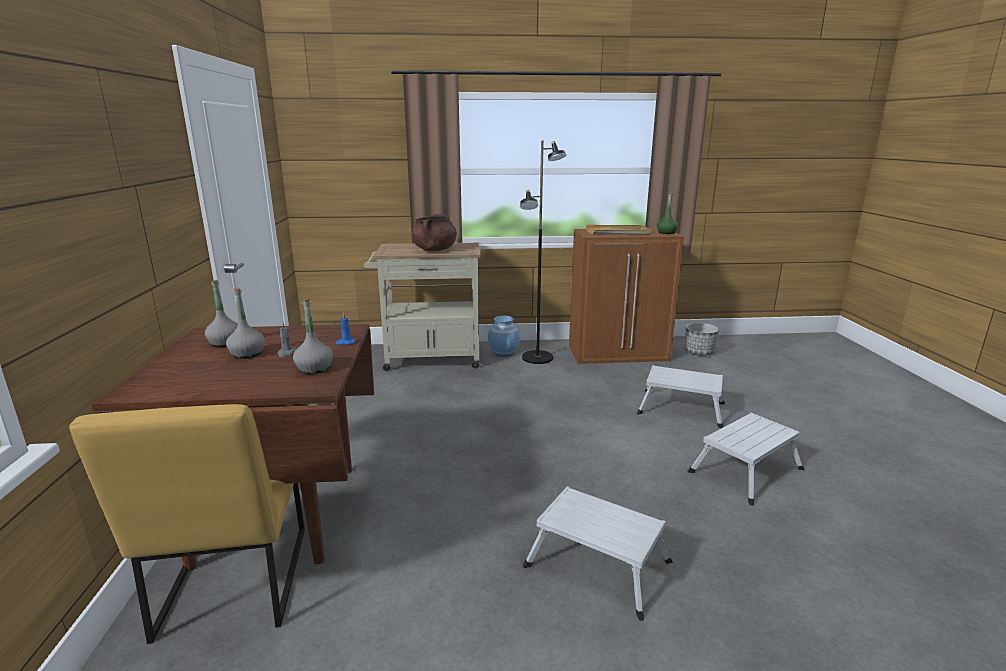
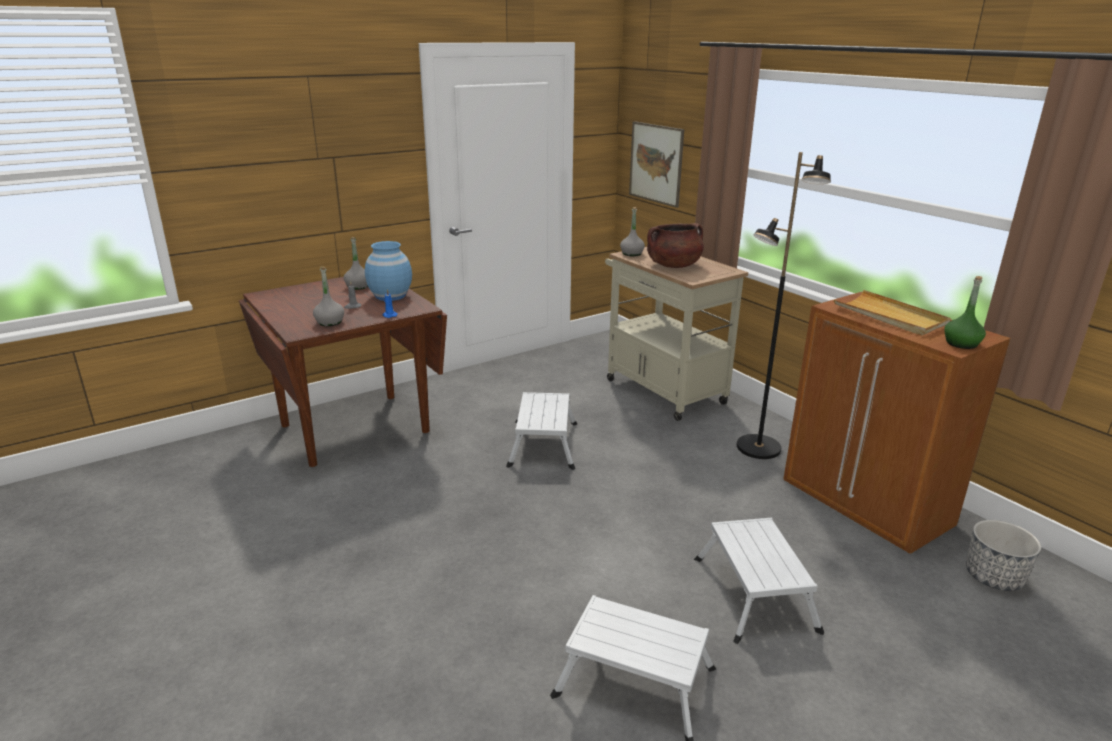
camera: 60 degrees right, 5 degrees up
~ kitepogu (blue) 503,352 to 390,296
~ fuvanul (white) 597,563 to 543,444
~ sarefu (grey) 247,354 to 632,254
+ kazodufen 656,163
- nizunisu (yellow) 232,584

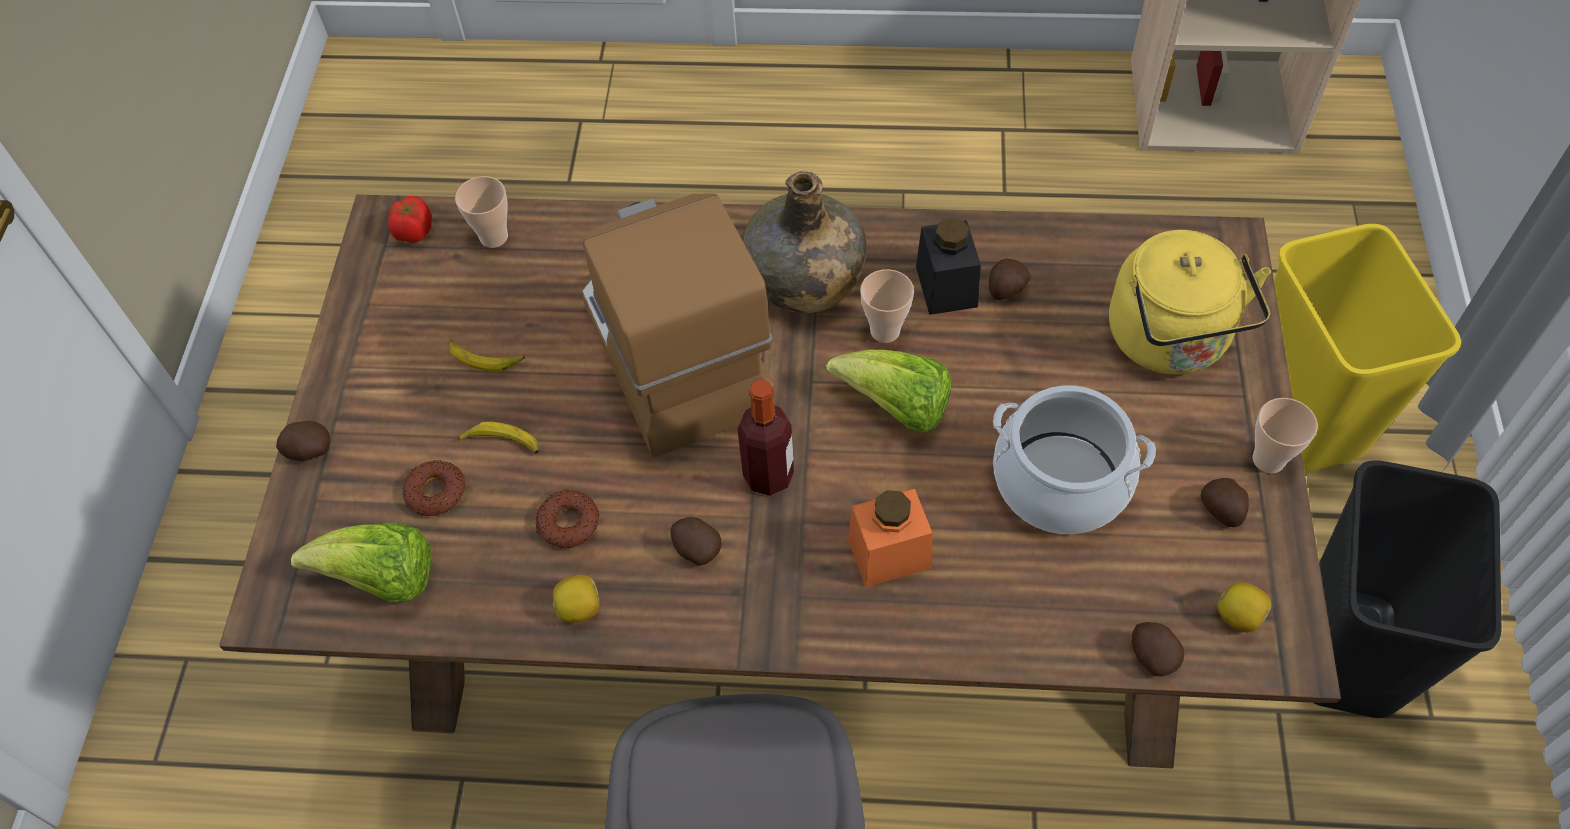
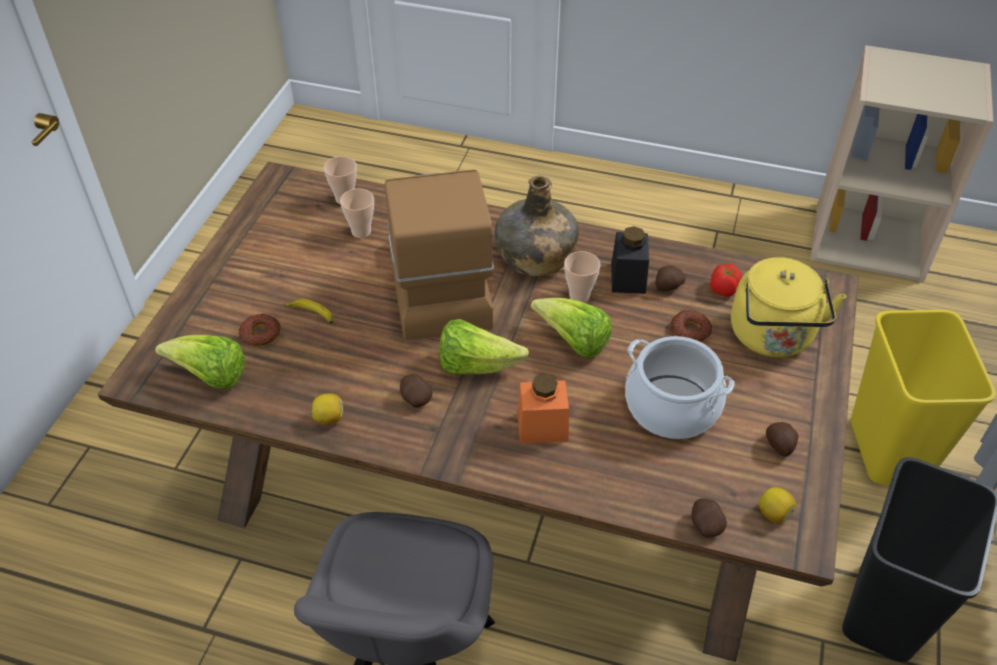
camera: 10 degrees right, 10 degrees down
~ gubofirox 1268,459 to 361,232
~ sarefu 768,476 to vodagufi 476,365
~ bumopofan 568,523 to 690,331
~ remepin 414,232 to 723,289
- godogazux 308,451
- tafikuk 485,358

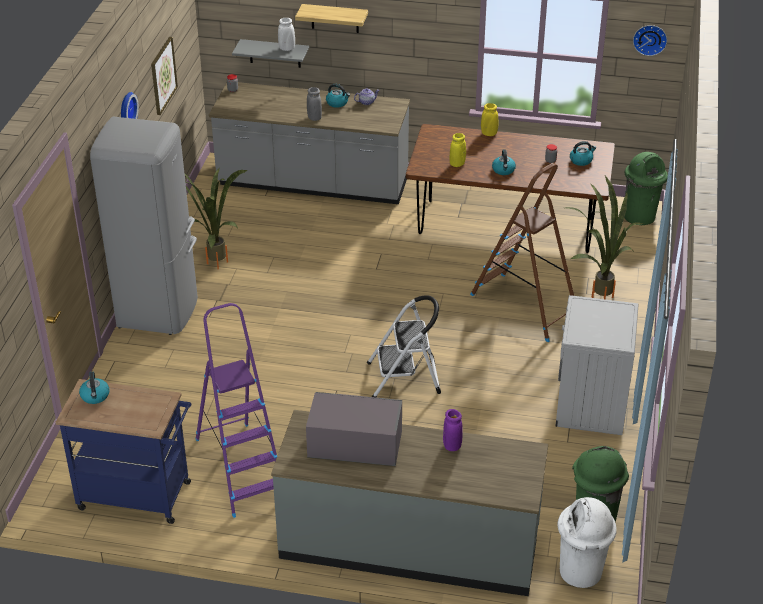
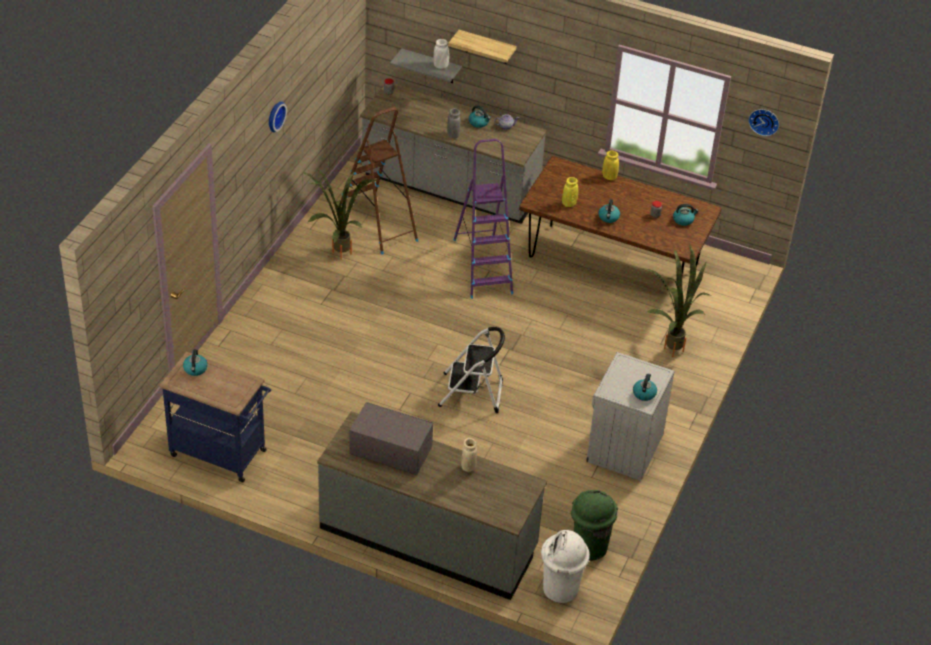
camera: 10 degrees right, 5 degrees up
~ fuvanul (brown) 523,307 to 377,222
~ fuvanul (purple) 240,469 to 483,266
~ kitepogu (purple) 452,445 to kitepogu (beige) 468,466
+ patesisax 644,393
- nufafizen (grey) 160,311
- kazodufen 163,75
- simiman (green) 640,216

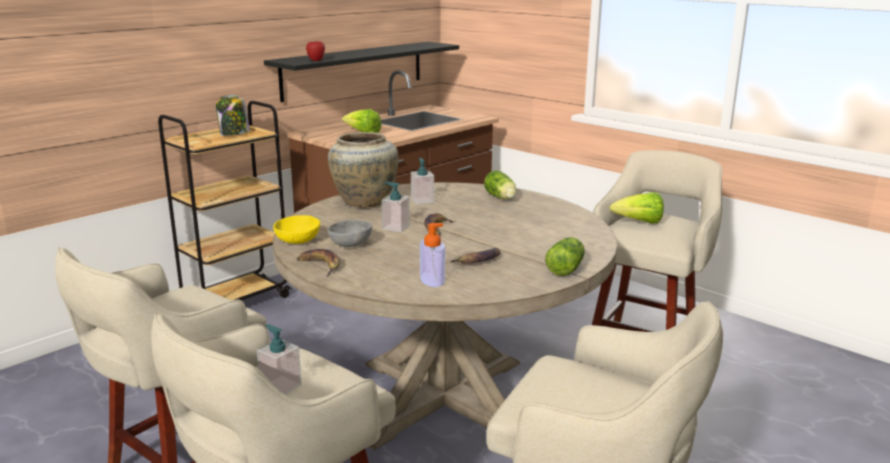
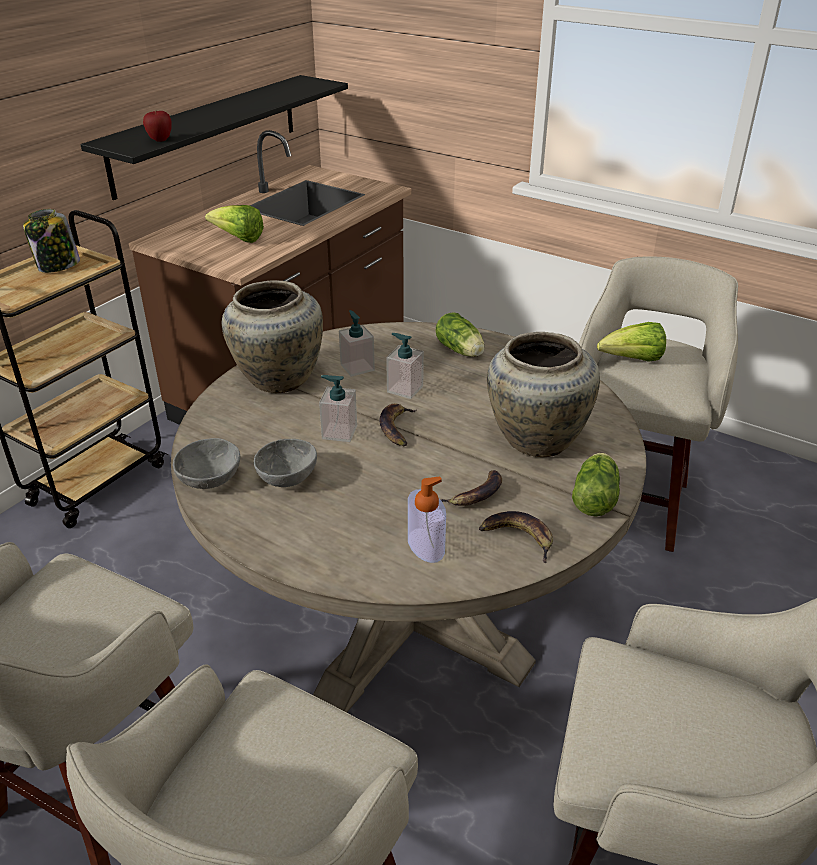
camera: 10 degrees left, 15 degrees up
~ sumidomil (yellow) 298,241 to sumidomil (grey) 210,480
~ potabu 280,386 to 404,389
~ tafikuk 321,265 to 518,537
+ kitepogu (beige) 535,437

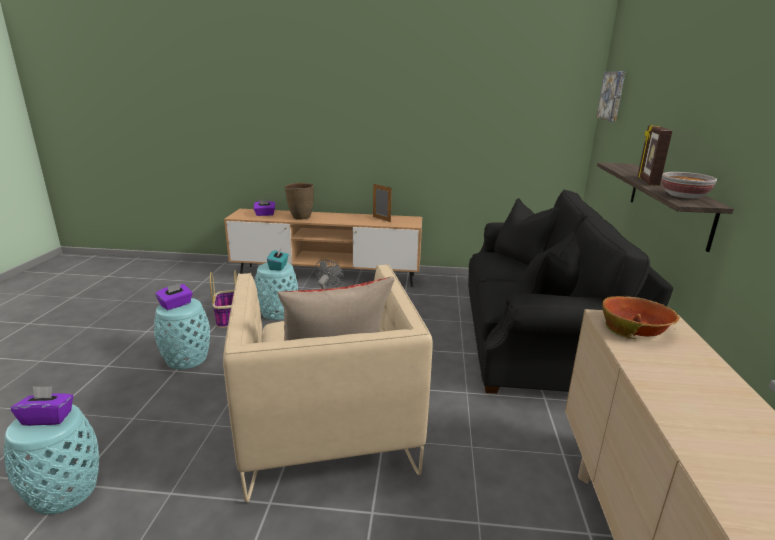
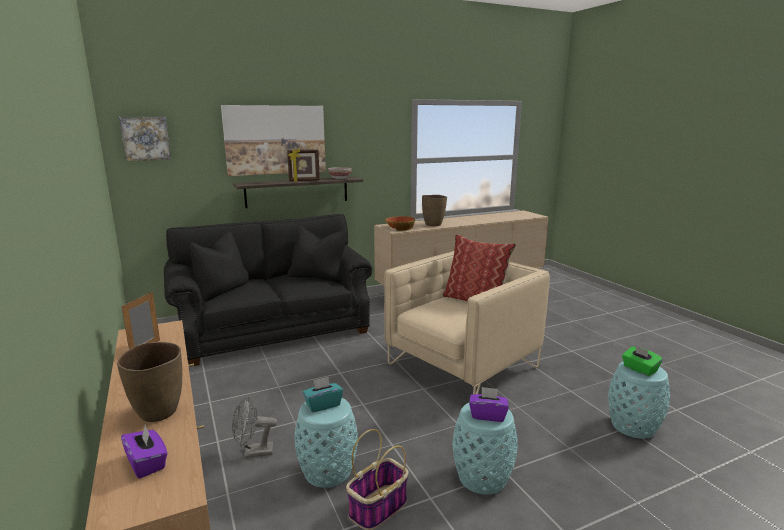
camera: 120 degrees left, 5 degrees down
+ kazodufen 275,140
+ kitepogu (brown) 433,224
~ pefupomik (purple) 48,418 to pefupomik (green) 639,369

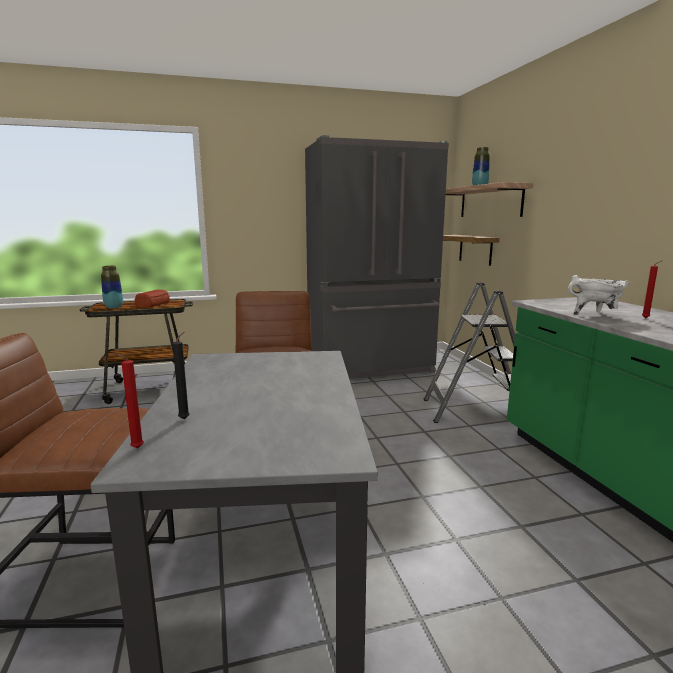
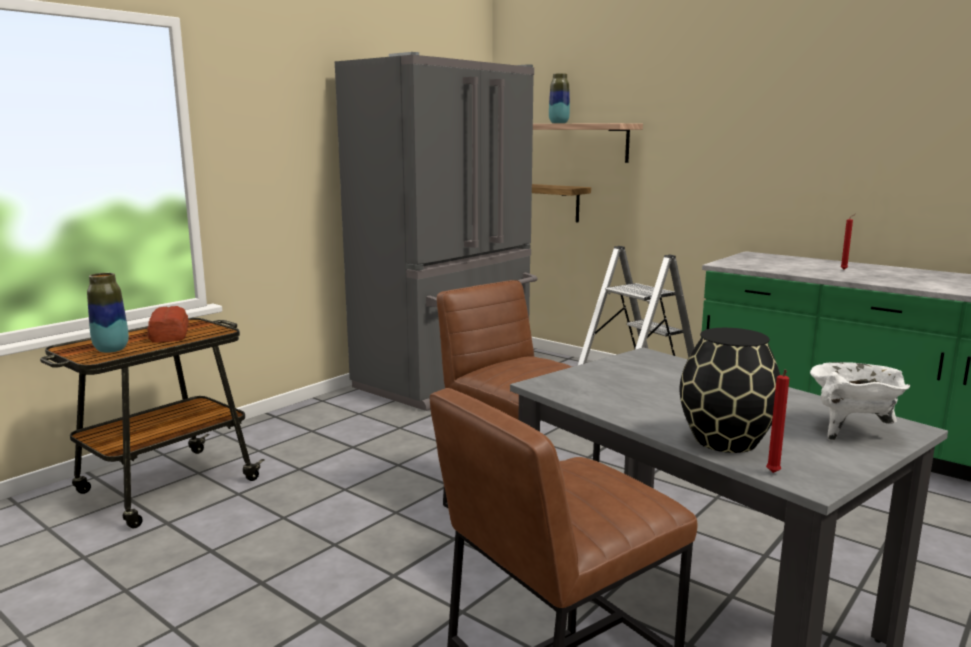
camera: 35 degrees left, 0 degrees up
~ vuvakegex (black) 185,418 to kitepogu (black) 726,440
~ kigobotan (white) 595,315 to 851,431

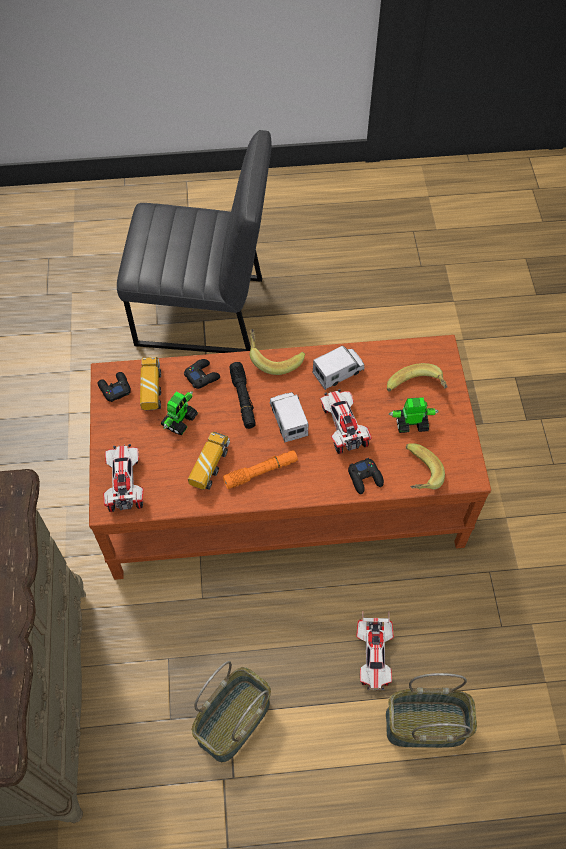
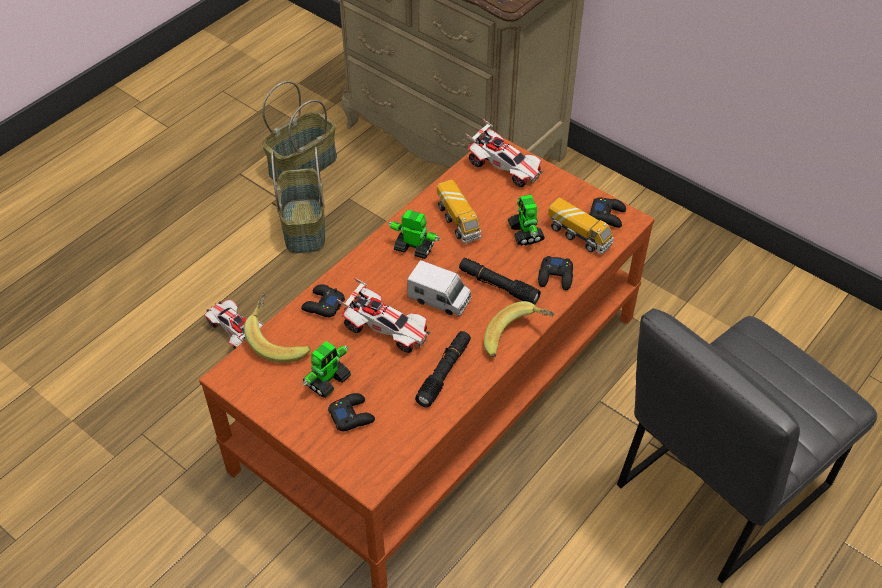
camera: 135 degrees right, 10 degrees down
~ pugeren 425,726 to 303,165
~ tafikuk 417,390 to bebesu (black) 352,415
~ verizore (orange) 261,472 to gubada 414,247
~ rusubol 338,372 to verizore (black) 444,373

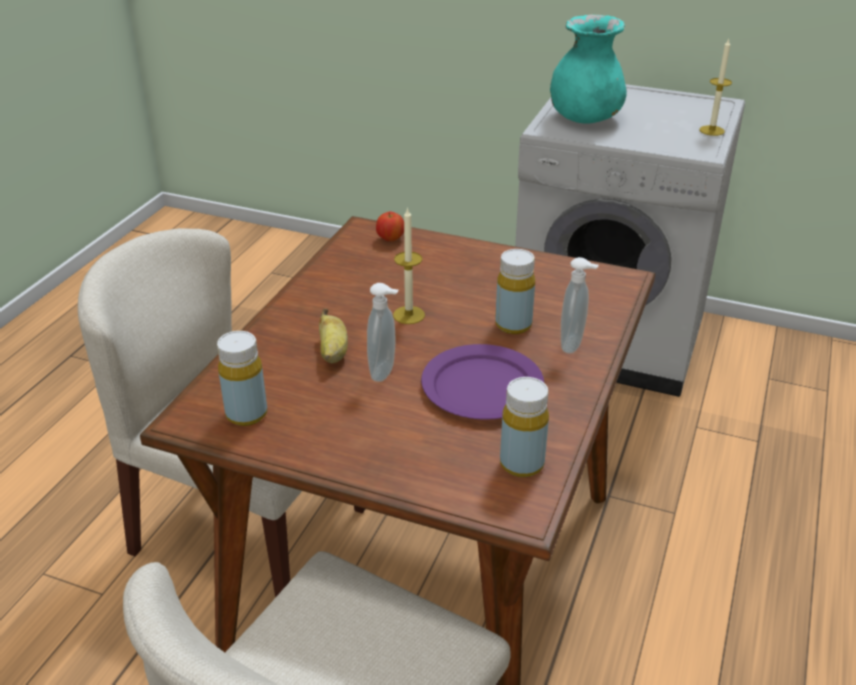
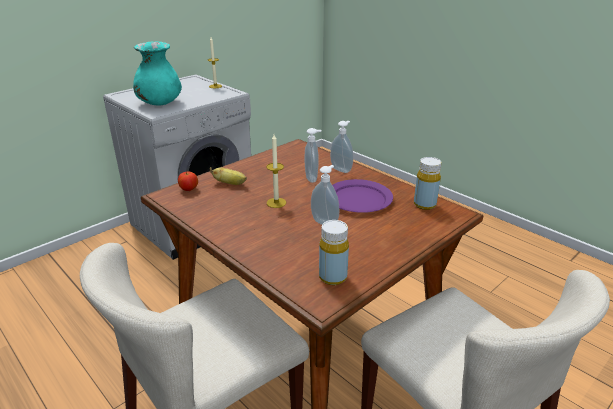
camera: 65 degrees left, 5 degrees down
~ tafikuk 333,353 to 230,184
~ sarefu (yellow) 513,325 to potabu 312,178

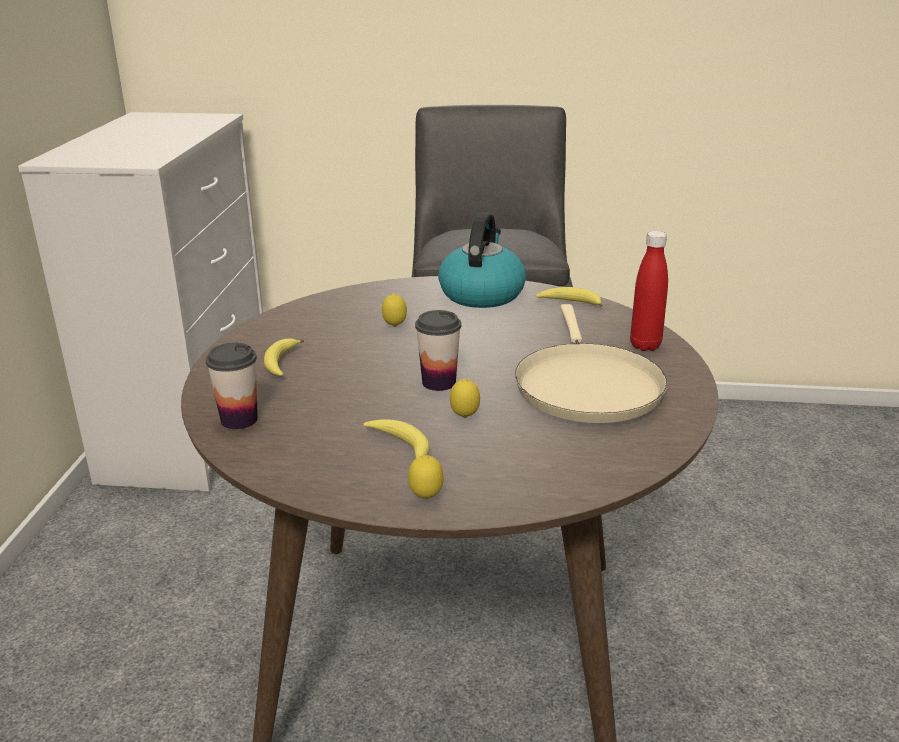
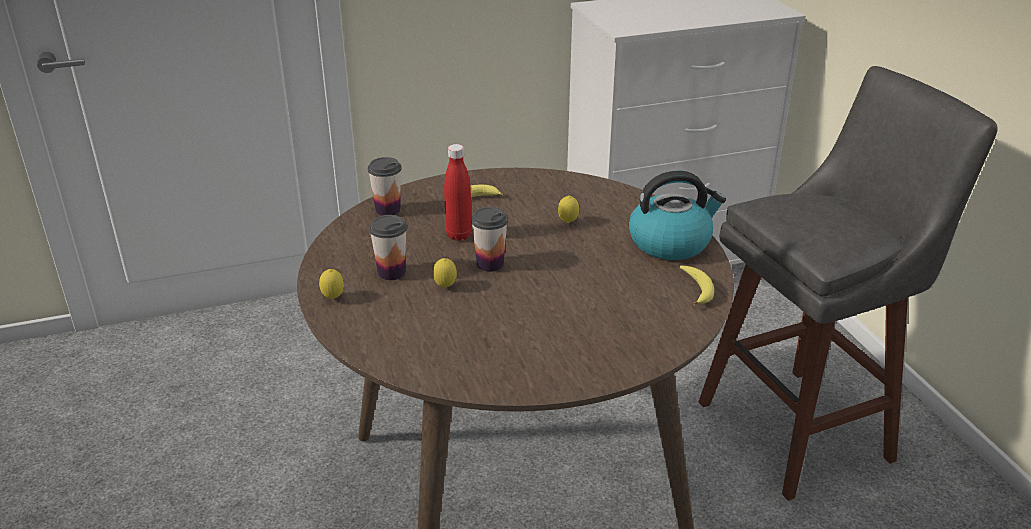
camera: 65 degrees right, 5 degrees up
~ tafikuk 400,445 to gubofirox 391,272
~ sarefu (red) 645,345 to 459,235
- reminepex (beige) 586,386

